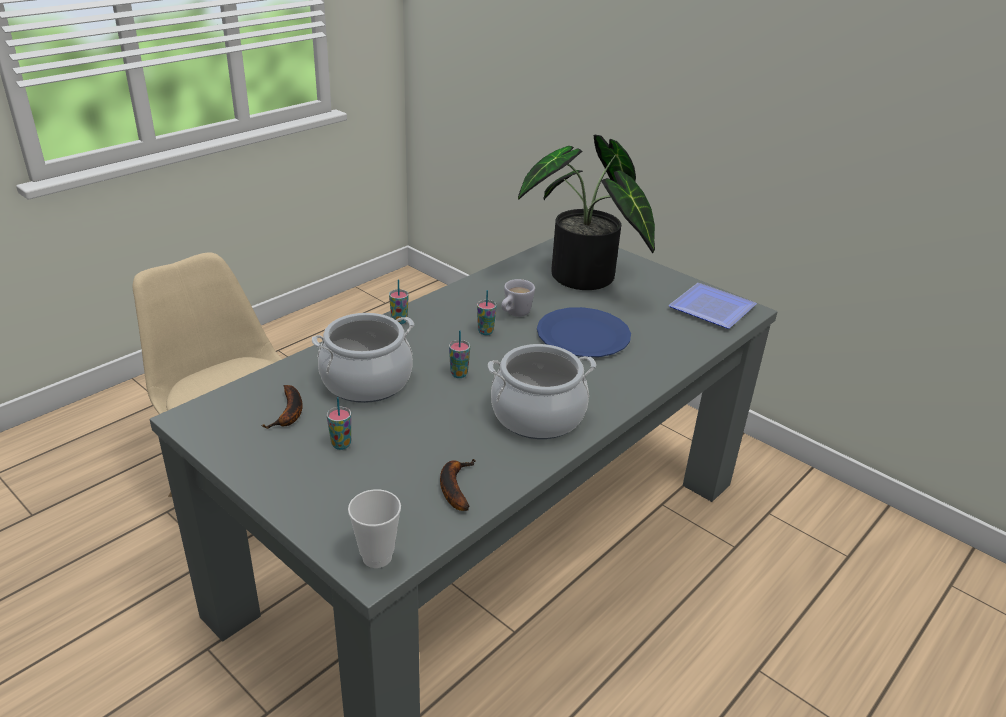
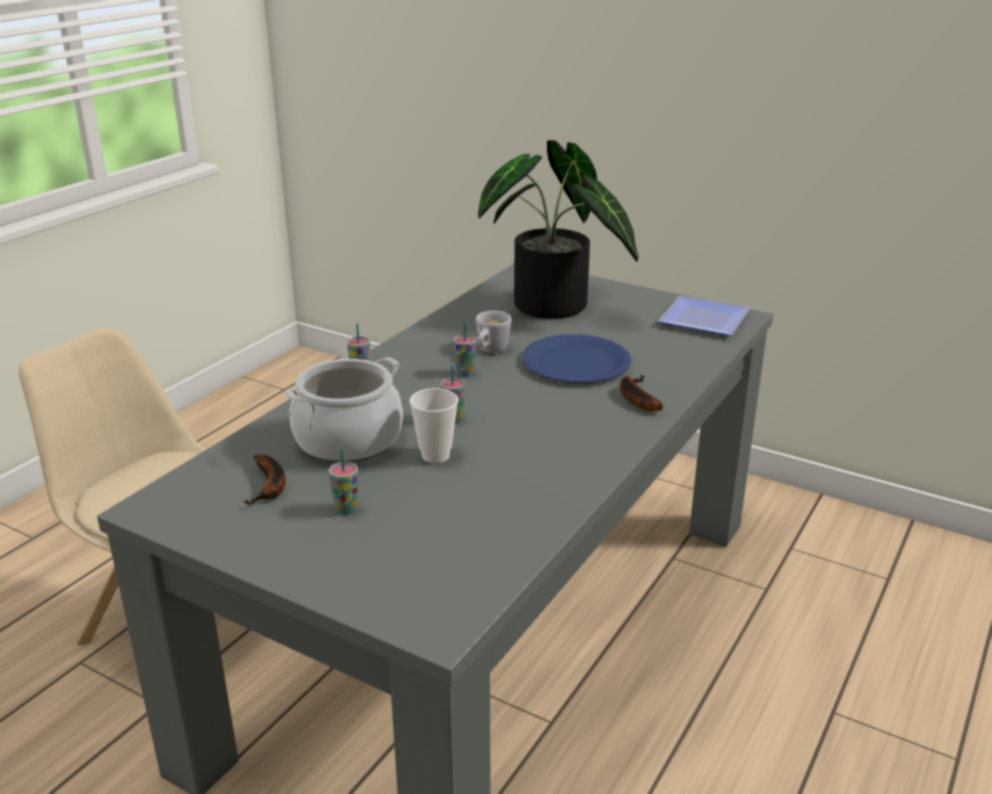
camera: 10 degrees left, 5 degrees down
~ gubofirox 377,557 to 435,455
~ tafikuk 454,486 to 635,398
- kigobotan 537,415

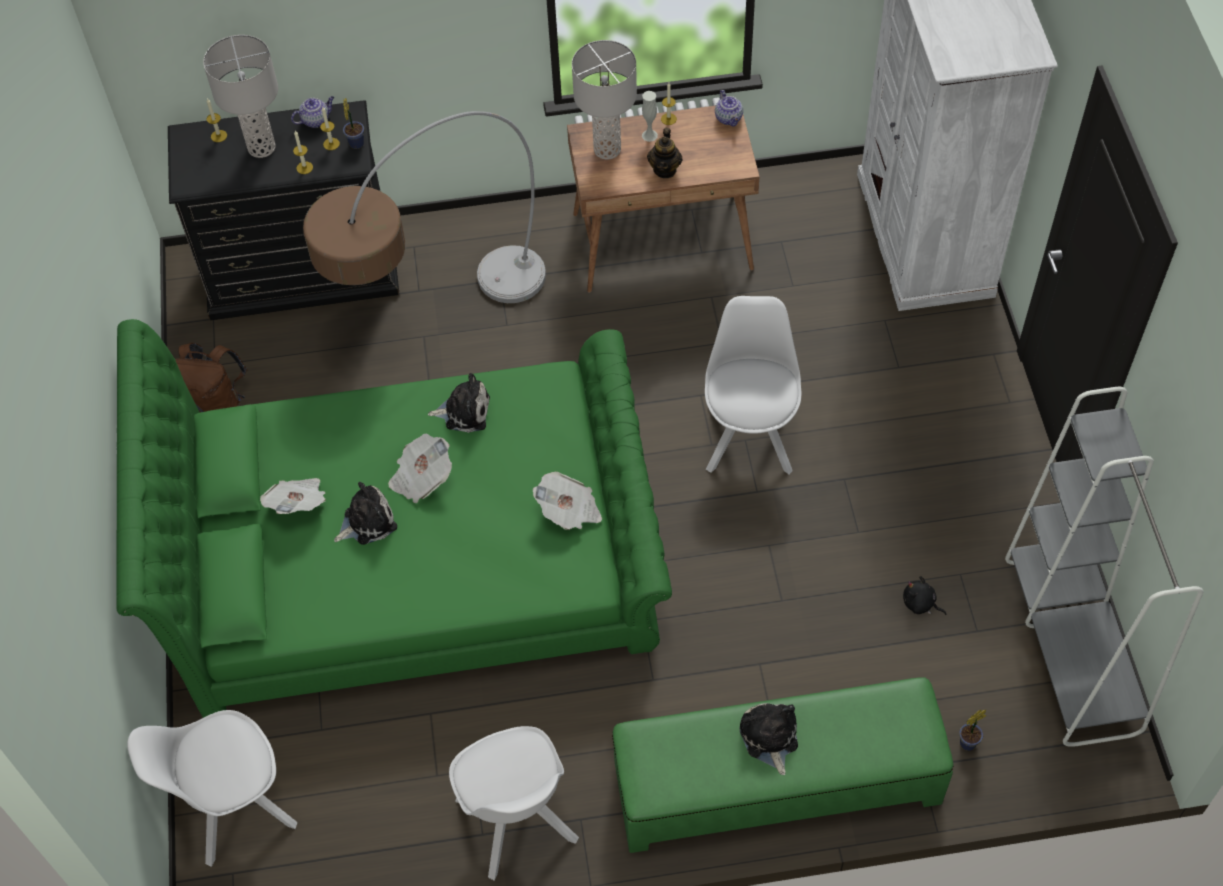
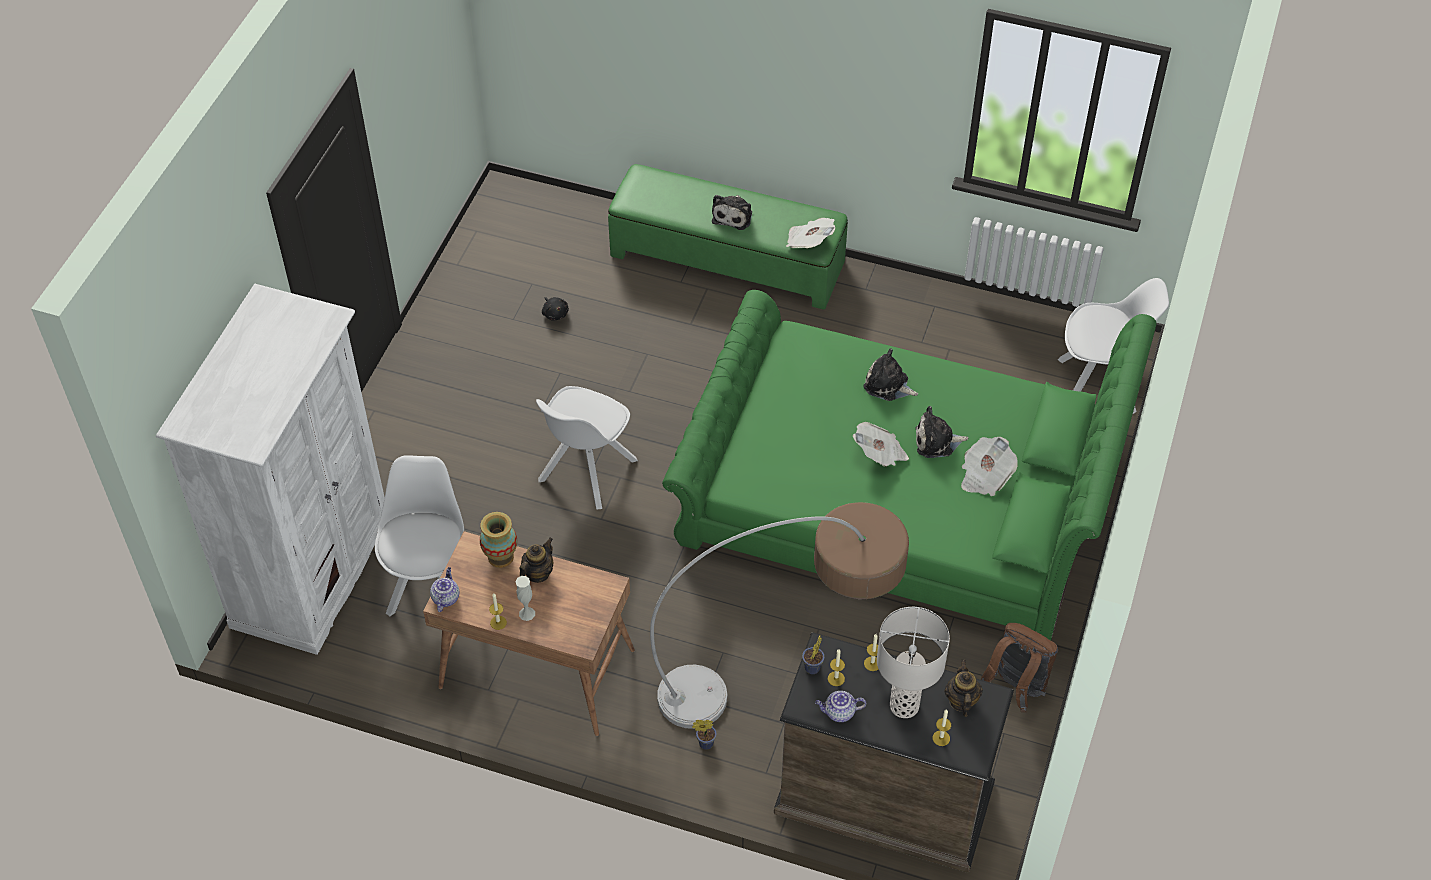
camera: 155 degrees left, 5 degrees down
~ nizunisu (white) 517,822 to 431,583
+ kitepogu 501,557
~ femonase 969,742 to 704,743
~ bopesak 569,511 to 809,242
~ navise 464,411 to 888,385
+ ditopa 961,701
- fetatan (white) 607,149
- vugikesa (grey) 1070,648

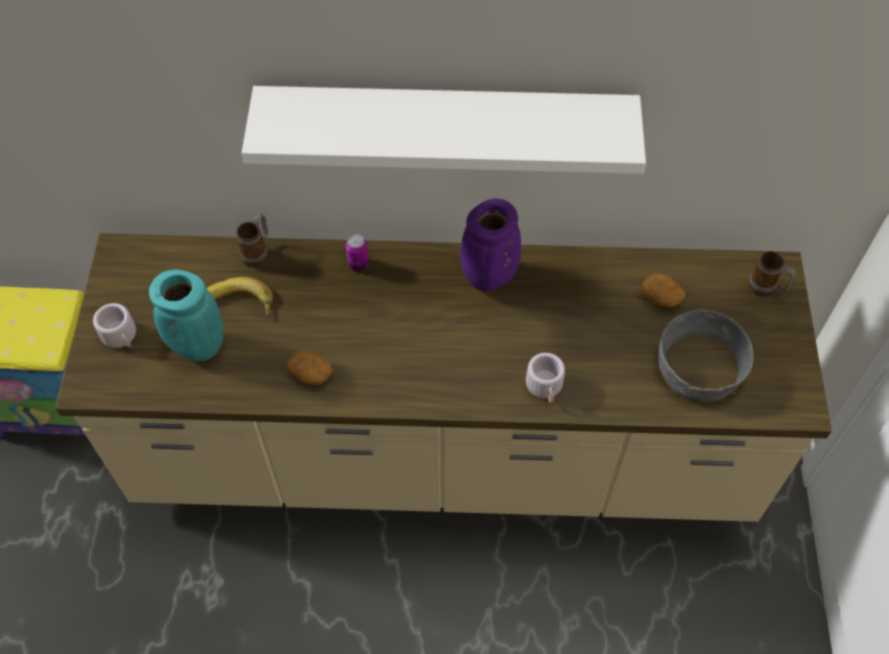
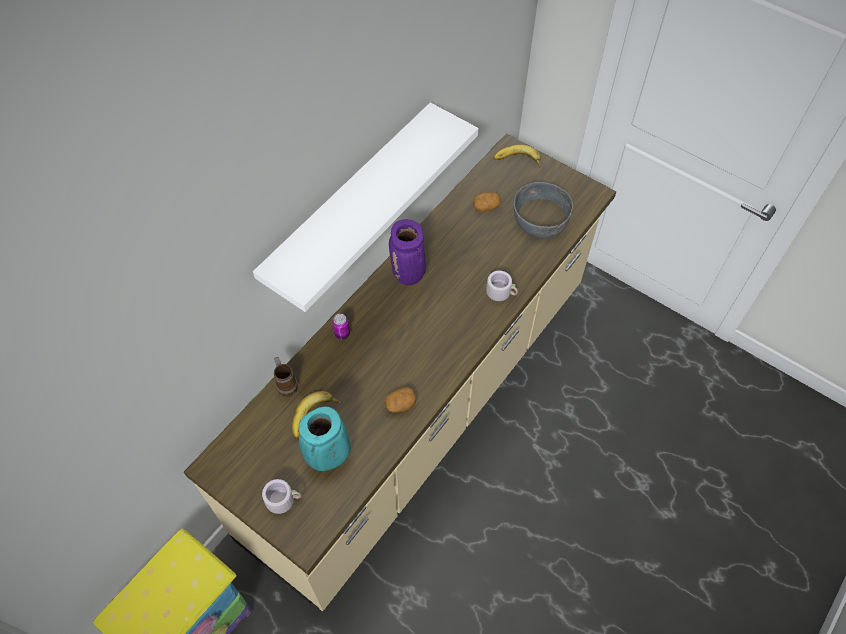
camera: 55 degrees left, 0 degrees up
~ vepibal 766,289 to tafikuk 517,161

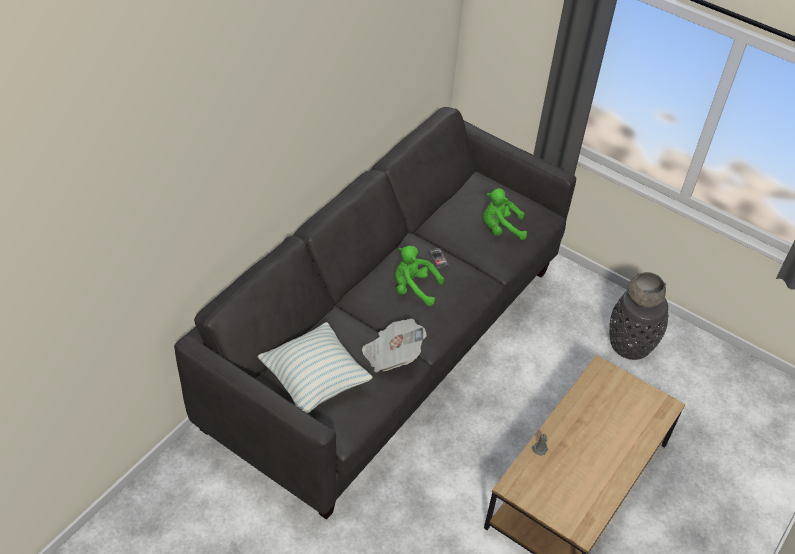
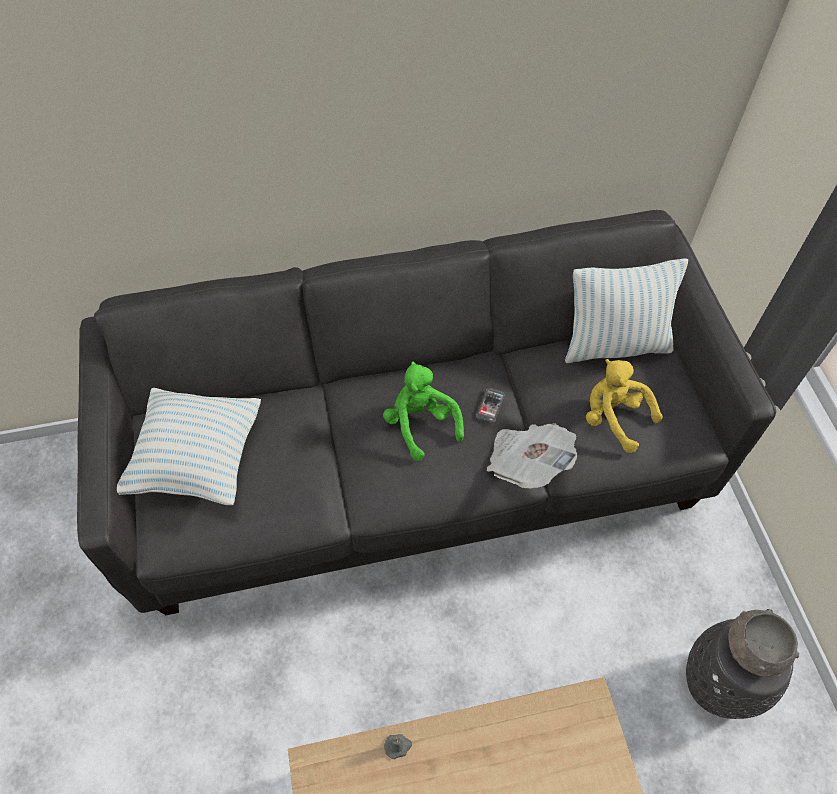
camera: 45 degrees right, 10 degrees up
~ bopesak 392,355 to 527,463
+ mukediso 614,345
~ navise (green) 500,228 to navise (yellow) 614,418

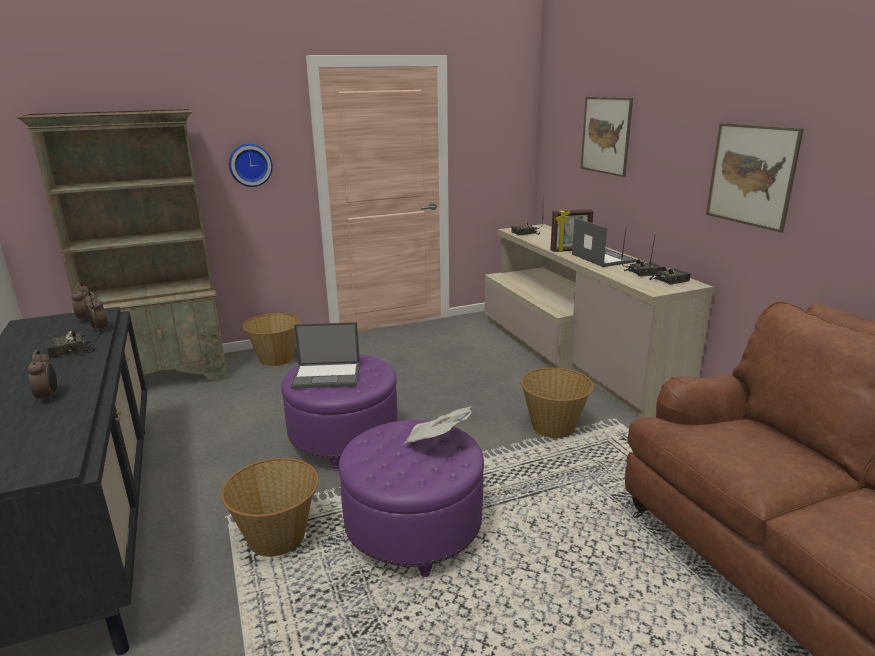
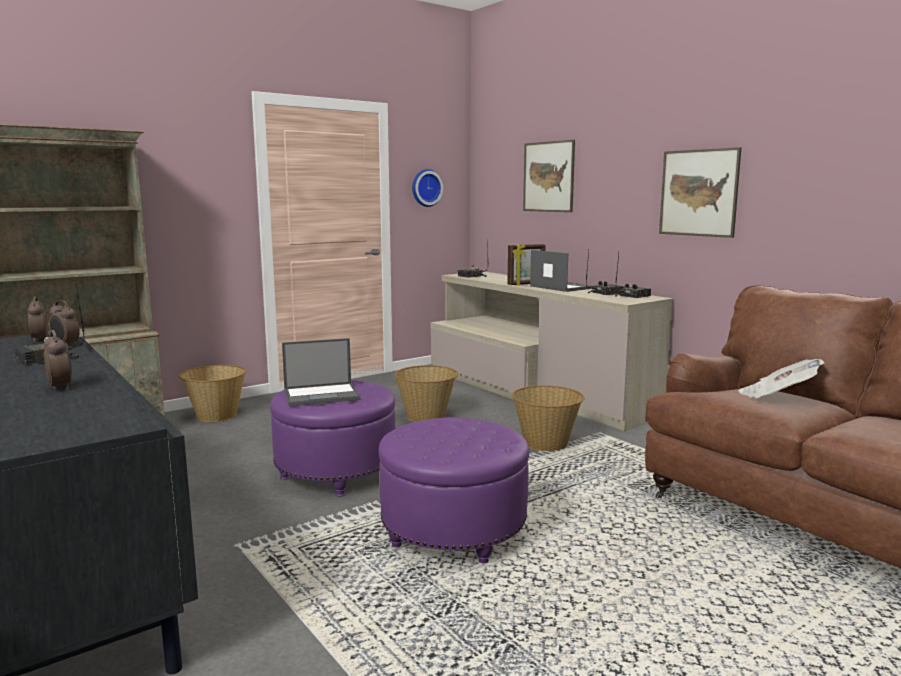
camera: 15 degrees left, 10 degrees down
~ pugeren 278,538 to 426,416
~ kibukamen 250,165 to 425,188
~ bopesak 437,441 to 777,397

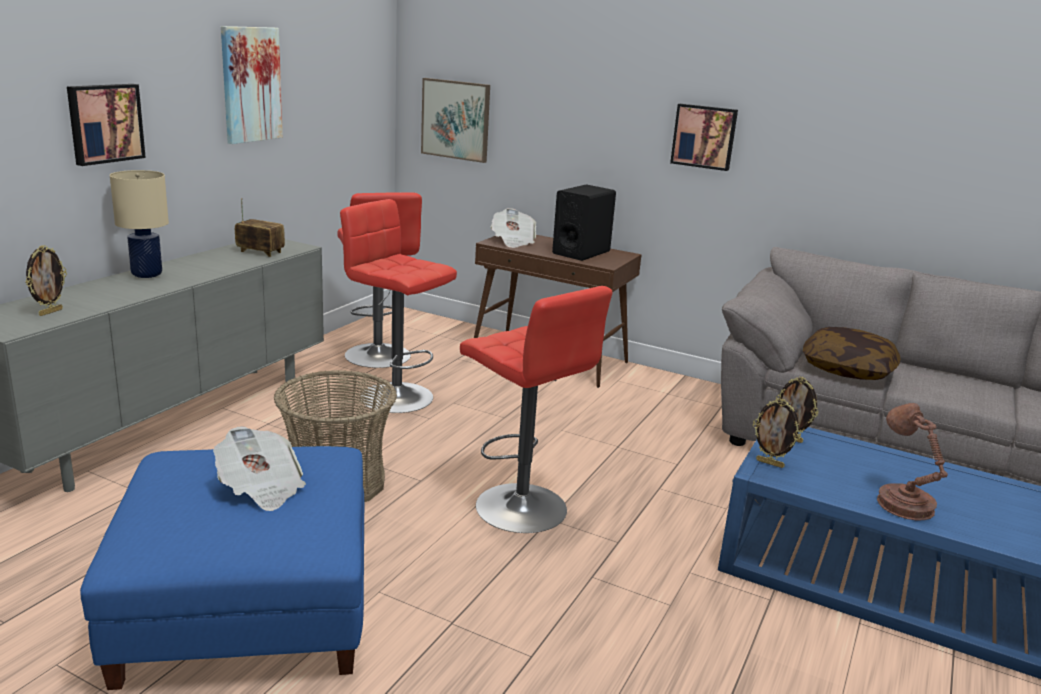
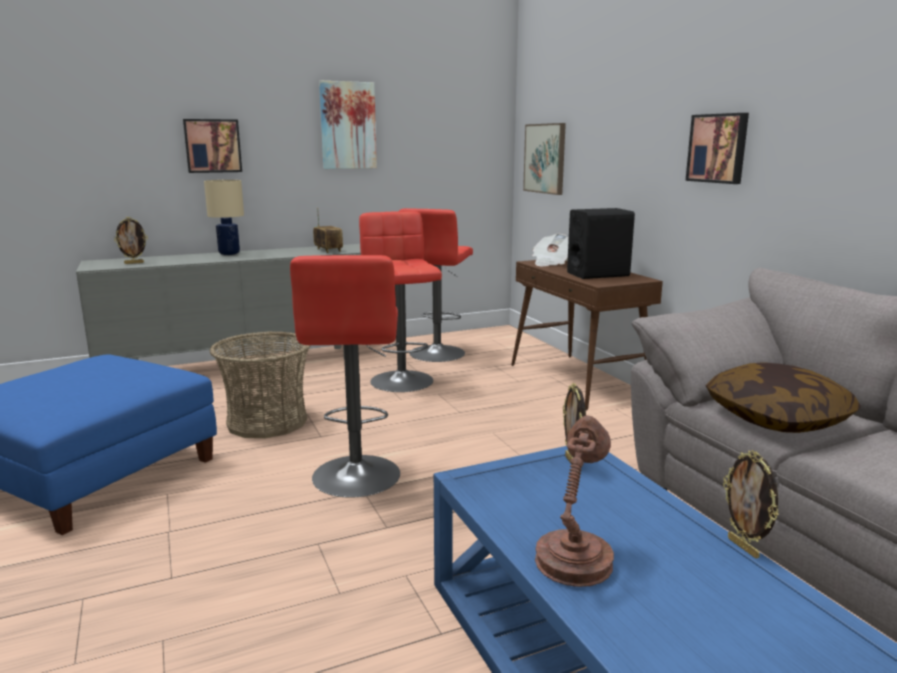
camera: 40 degrees right, 5 degrees down
~ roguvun 770,463 to 744,548
- bopesak 261,488

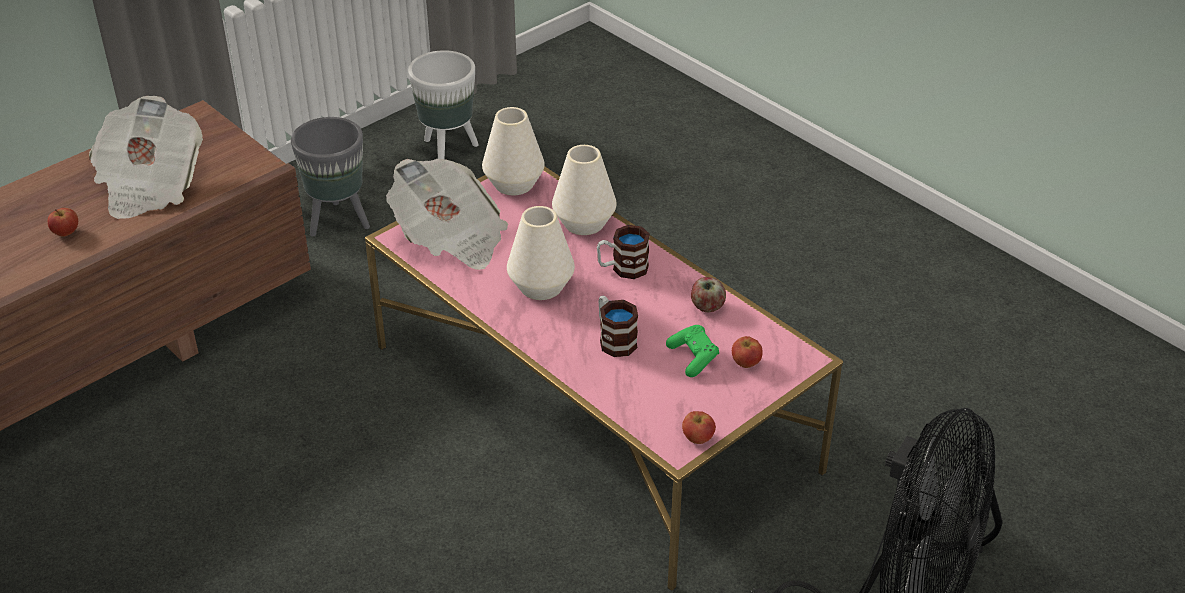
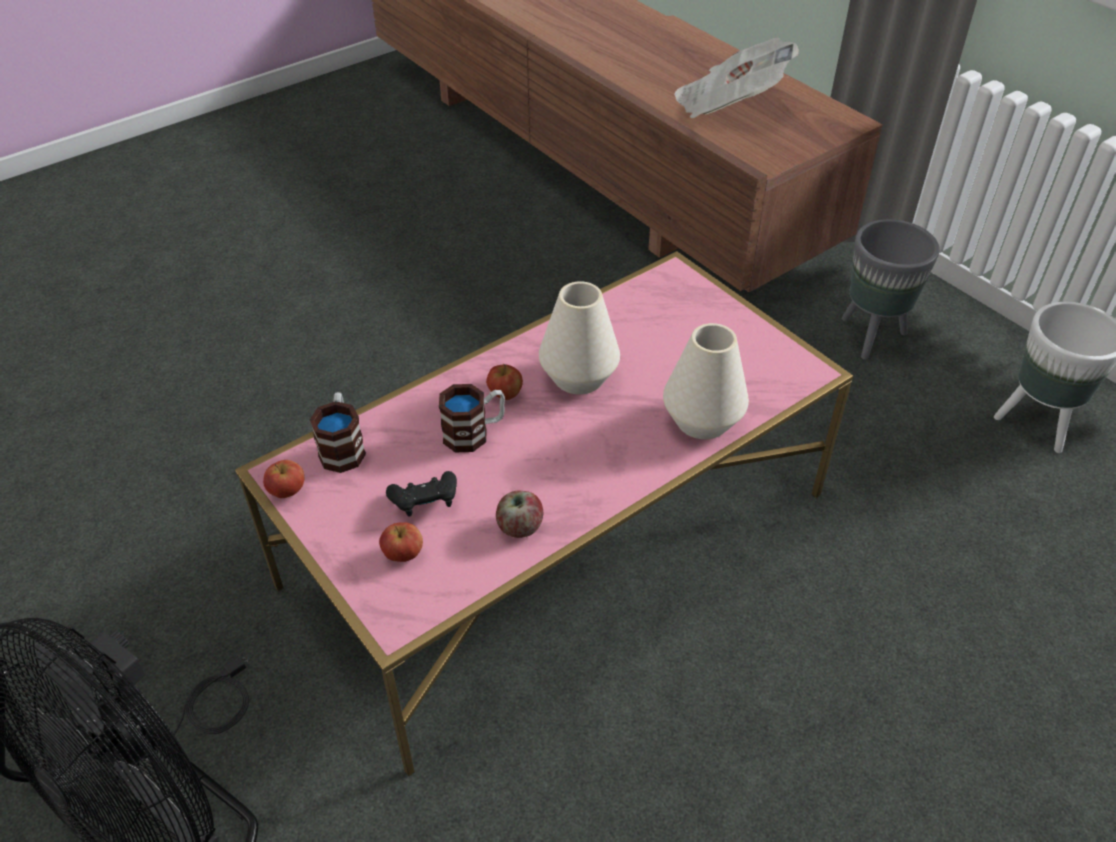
camera: 95 degrees right, 5 degrees up
~ vepibal 622,268 to 342,447
~ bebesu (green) 693,358 to bebesu (black) 425,502
~ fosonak 66,233 to 505,394
- bopesak 450,238
- kitepogu (white) 514,184

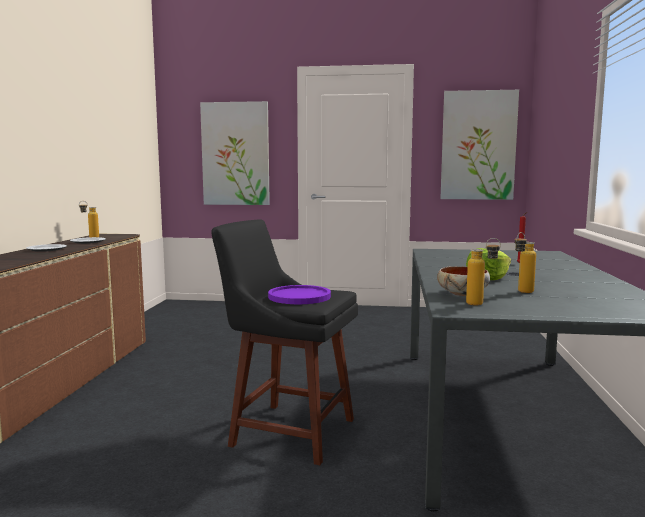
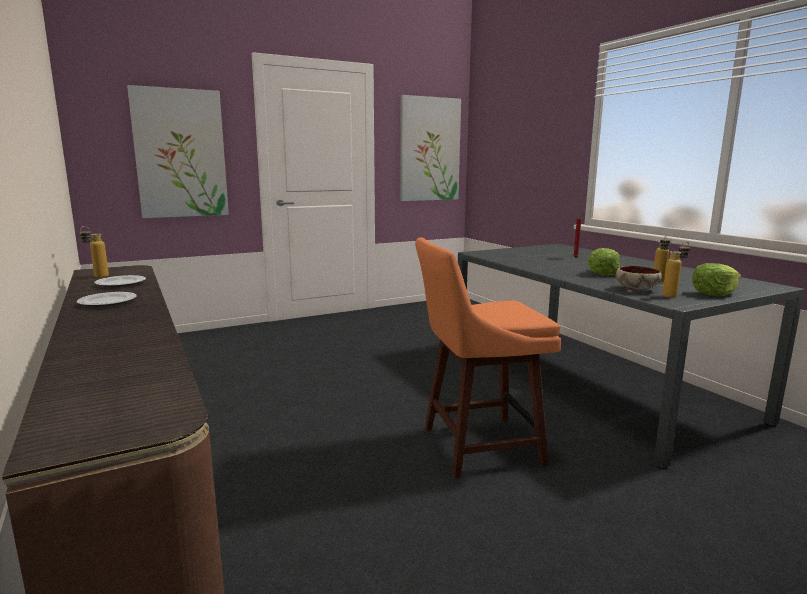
camera: 35 degrees left, 5 degrees up
~ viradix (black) 288,430 to viradix (orange) 476,445
+ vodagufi 714,293
- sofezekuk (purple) 299,296

